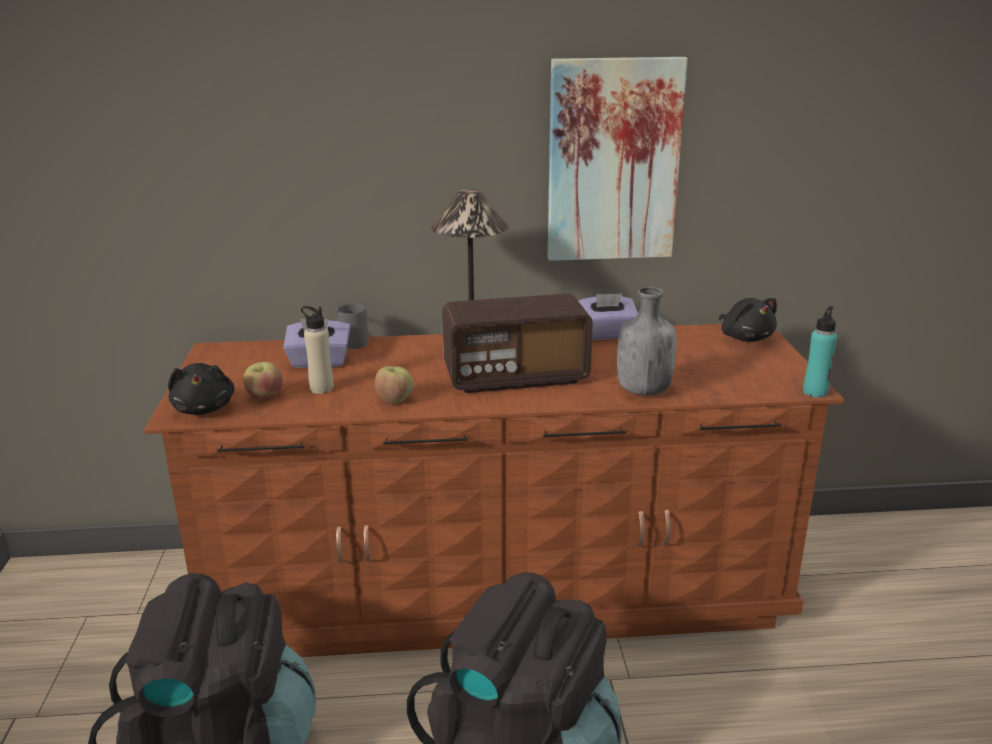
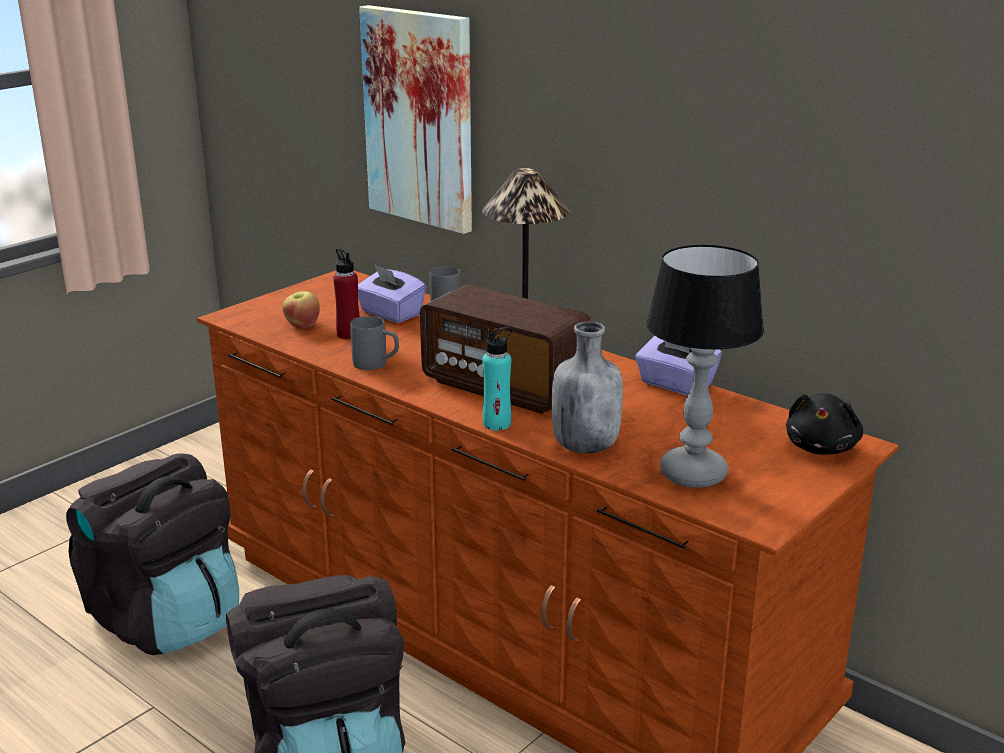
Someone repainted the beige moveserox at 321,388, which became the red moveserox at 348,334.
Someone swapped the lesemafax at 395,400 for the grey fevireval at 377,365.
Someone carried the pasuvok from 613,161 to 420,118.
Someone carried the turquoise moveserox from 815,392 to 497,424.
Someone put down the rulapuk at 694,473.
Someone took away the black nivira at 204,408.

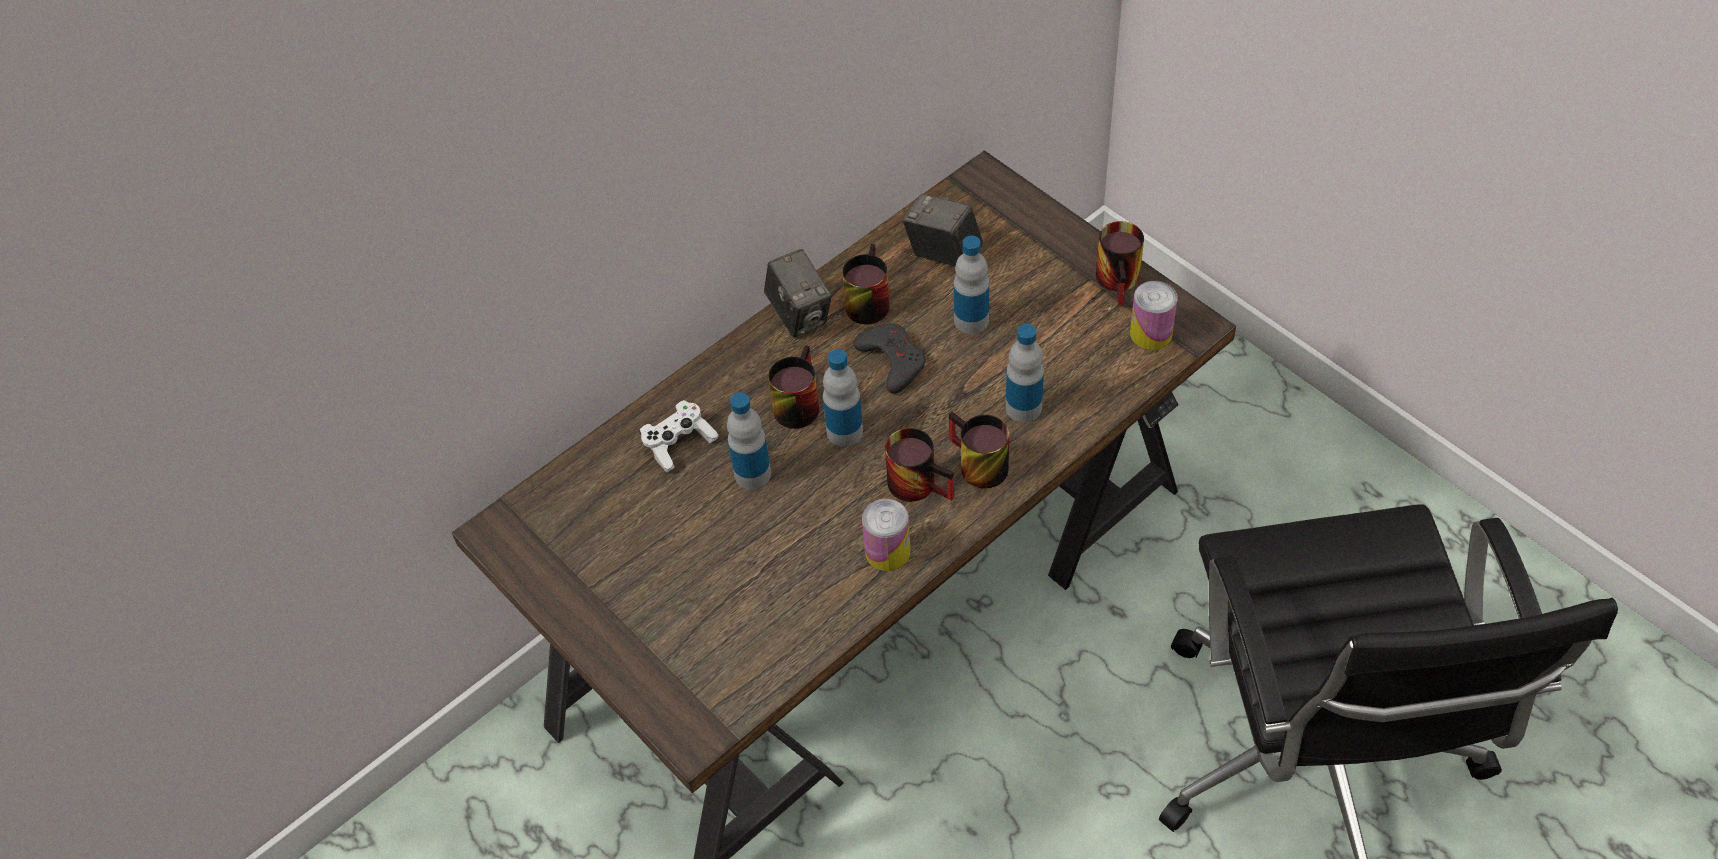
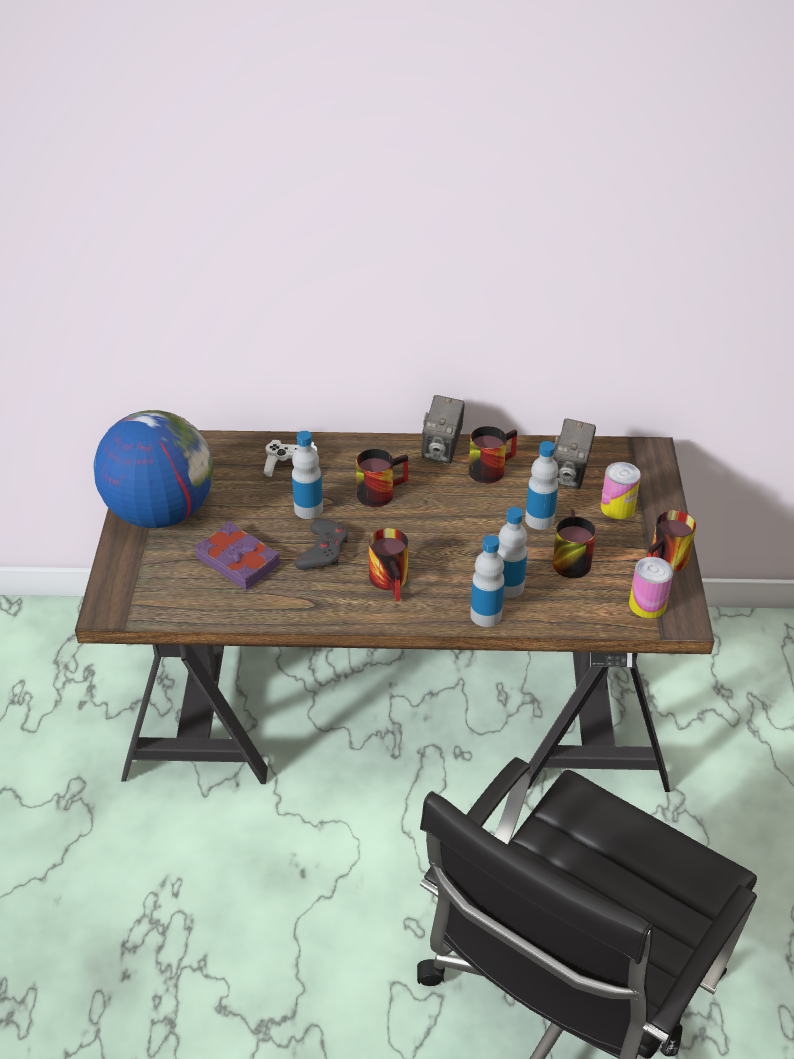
Someone put down the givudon at 161,512.
Someone put down the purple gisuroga at 239,560.
Someone carried the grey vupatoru from 892,360 to 323,550.
Someone carried the moveserox from 844,431 to 486,615.
Someone rotated the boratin at 943,254 by 150 degrees counterclockwise.
Someone carried the fevireval from 974,466 to 567,559.
Someone carried the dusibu from 887,551 to 617,507.

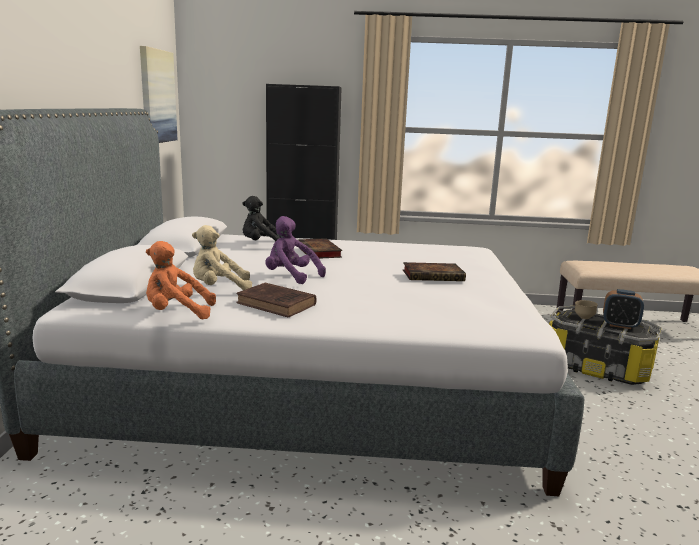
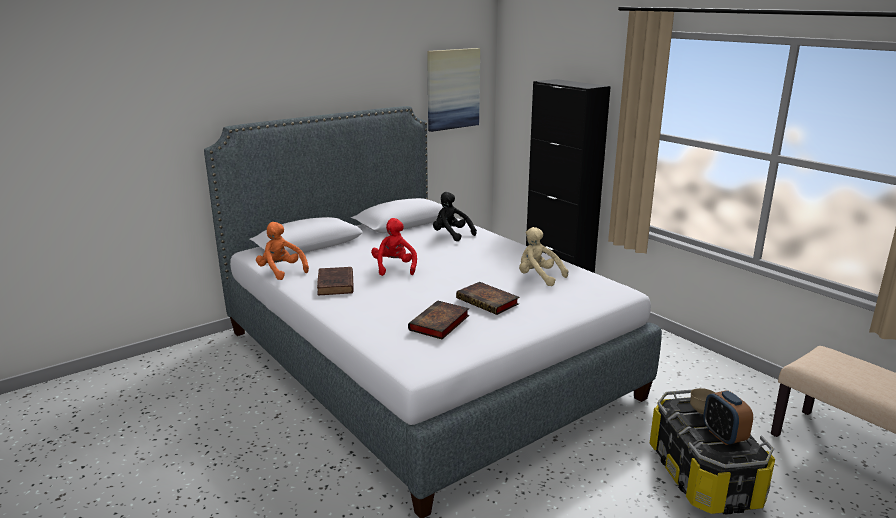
Someone repainted the purple nivira at 291,276, which became the red nivira at 394,268.
Someone carried the gisuroga from 319,252 to 439,324.
Someone carried the beige nivira from 219,289 to 538,277.

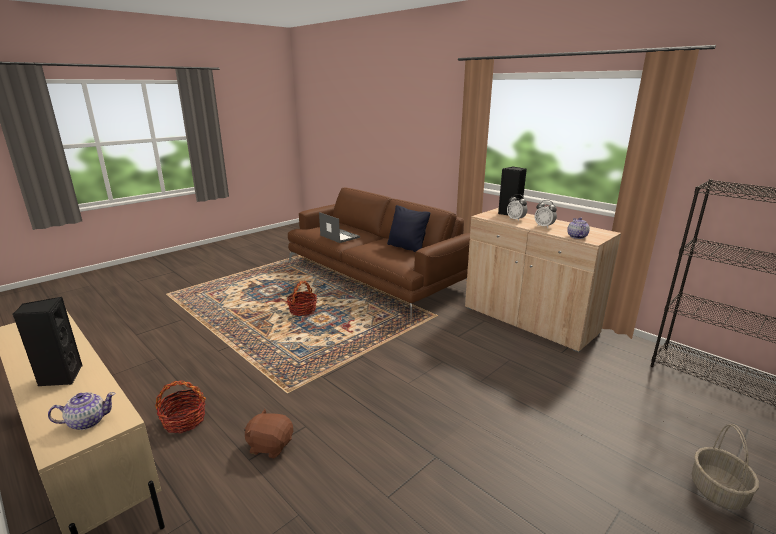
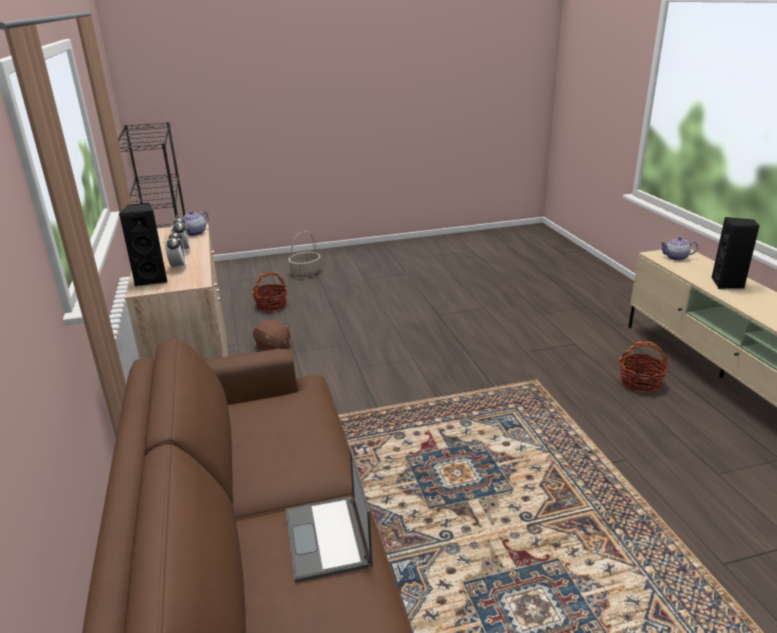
Someone carried the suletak from 302,310 to 271,305.
Someone carried the brown nivira from 270,445 to 273,348.
Someone took away the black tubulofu at 407,247.

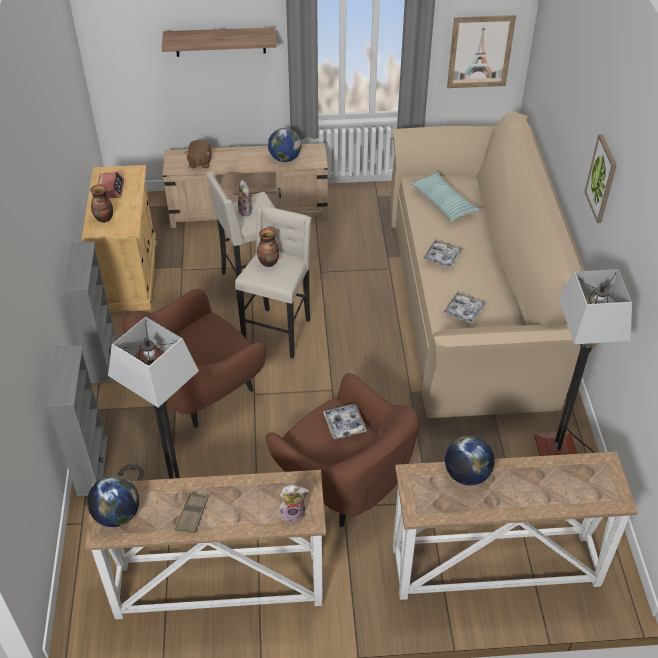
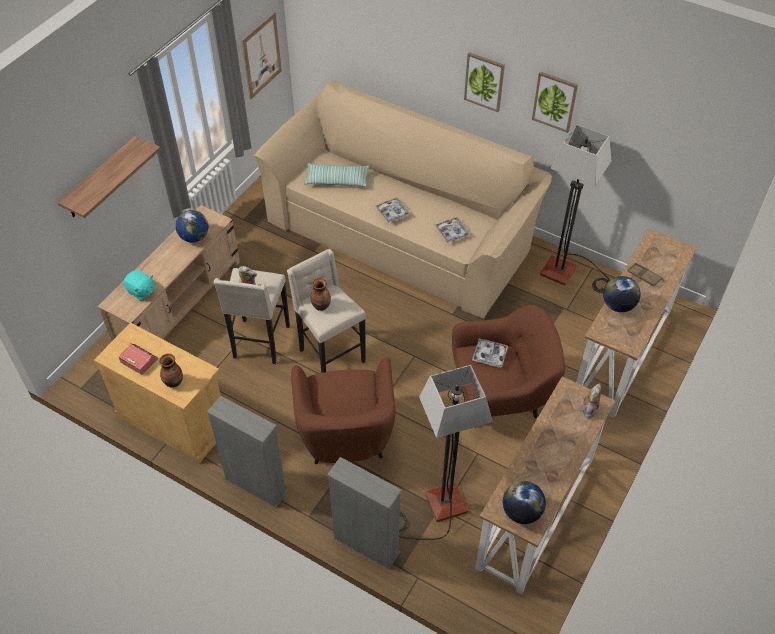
Someone repainted the brown nivira at 200,162, which became the turquoise nivira at 141,291.
Someone put up the pasuvok at 555,101.
Someone carried the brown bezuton from 192,515 to 644,276.

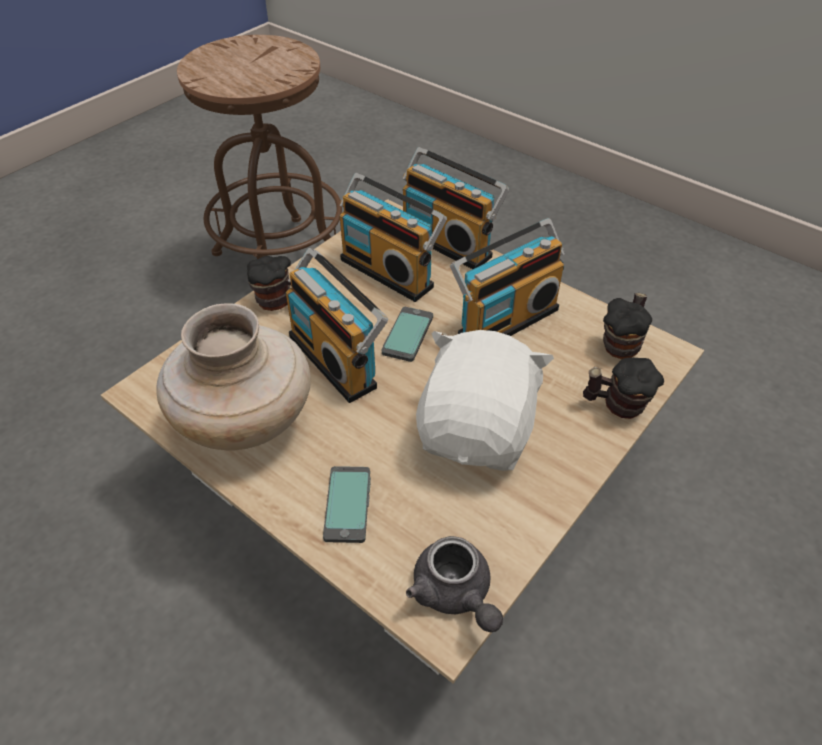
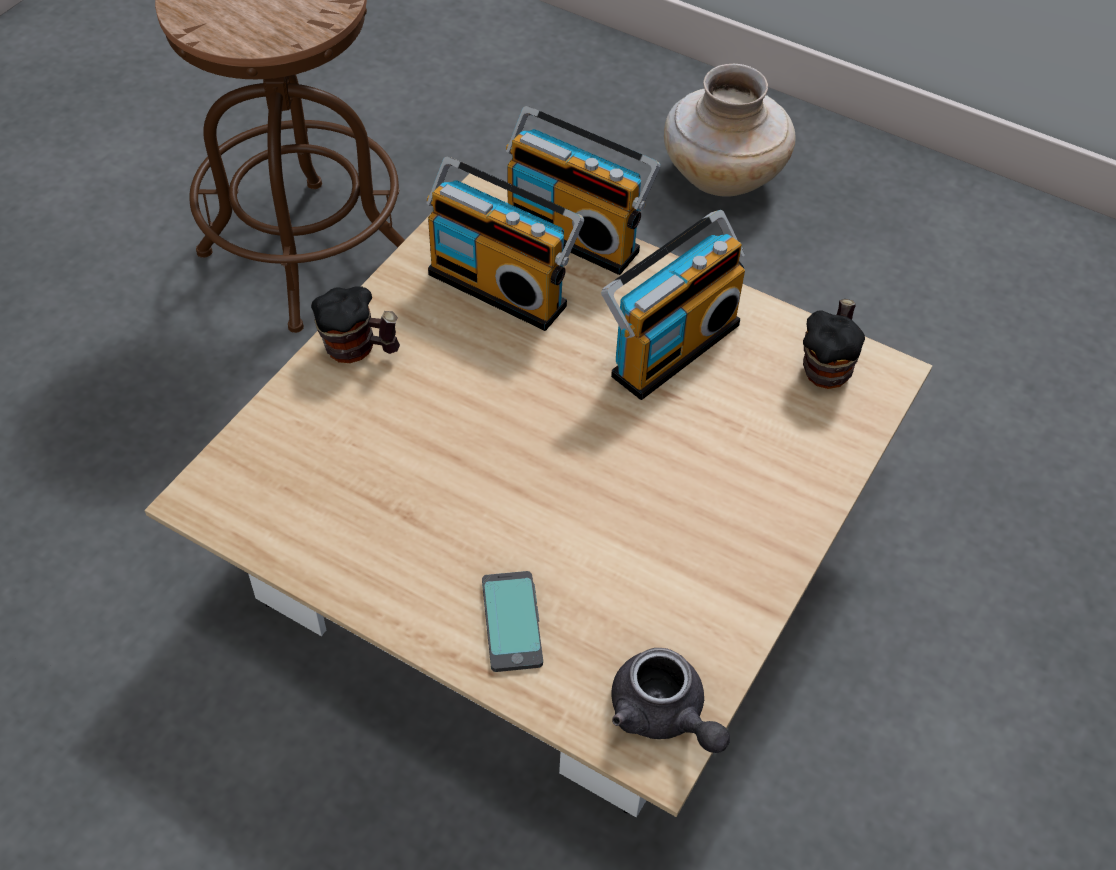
Someone carried the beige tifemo from 246,421 to 722,177.
Someone took away the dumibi at 337,359.
Someone took away the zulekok at 407,335.
Someone took away the white nivira at 478,431.
Someone took away the fevireval at 616,405.

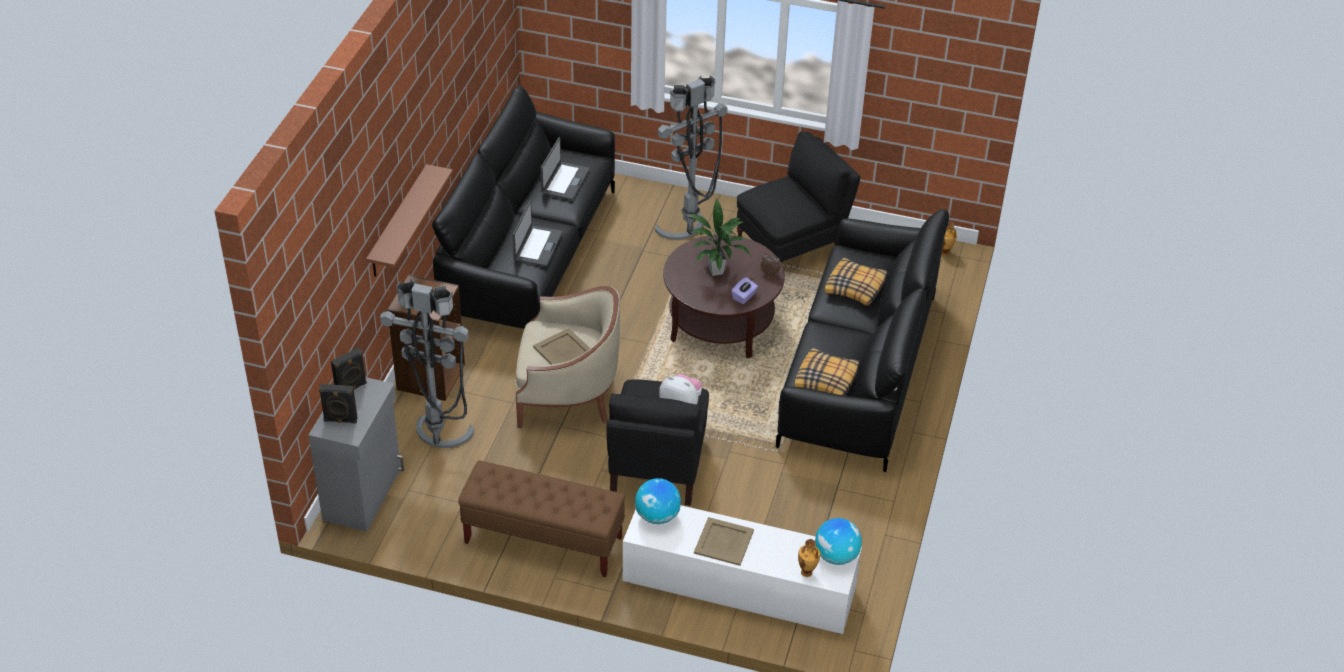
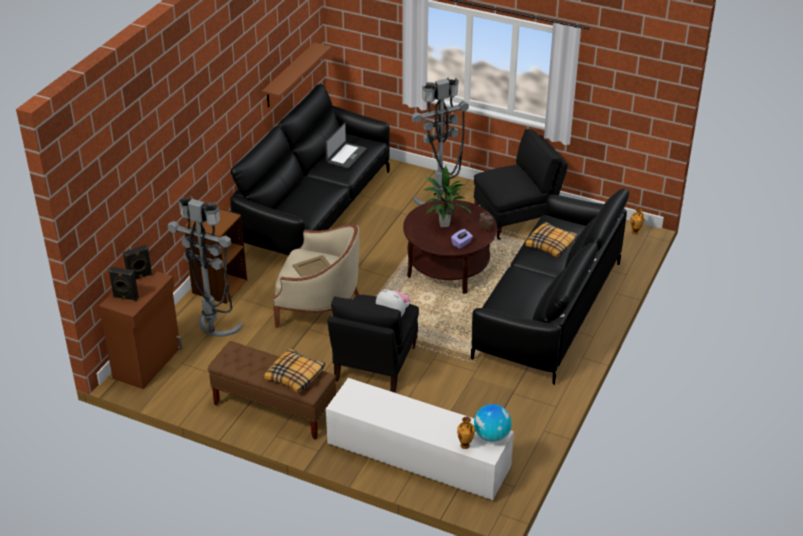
Someone repainted the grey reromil at 364,494, which became the brown reromil at 148,363.
Someone carried the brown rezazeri from 398,223 to 289,76.
Someone carried the tubulofu from 826,380 to 295,376.
Someone took away the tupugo at 537,246.
Someone took away the givudon at 657,516.
Someone took away the beige bezuton at 724,541.

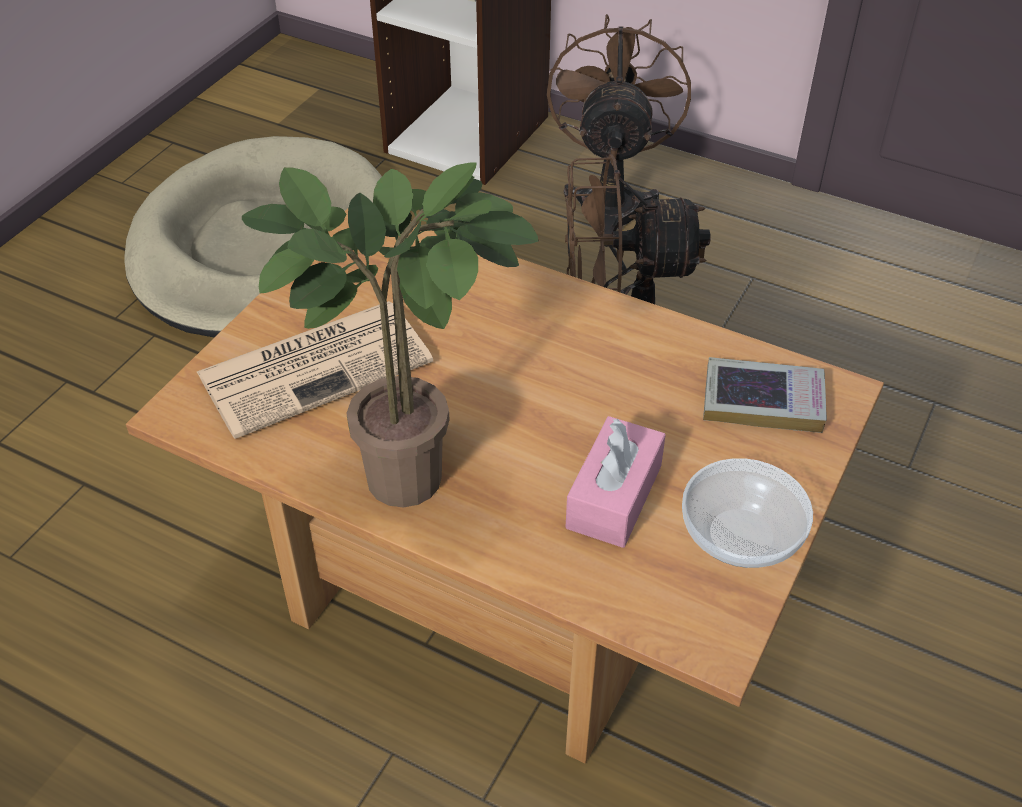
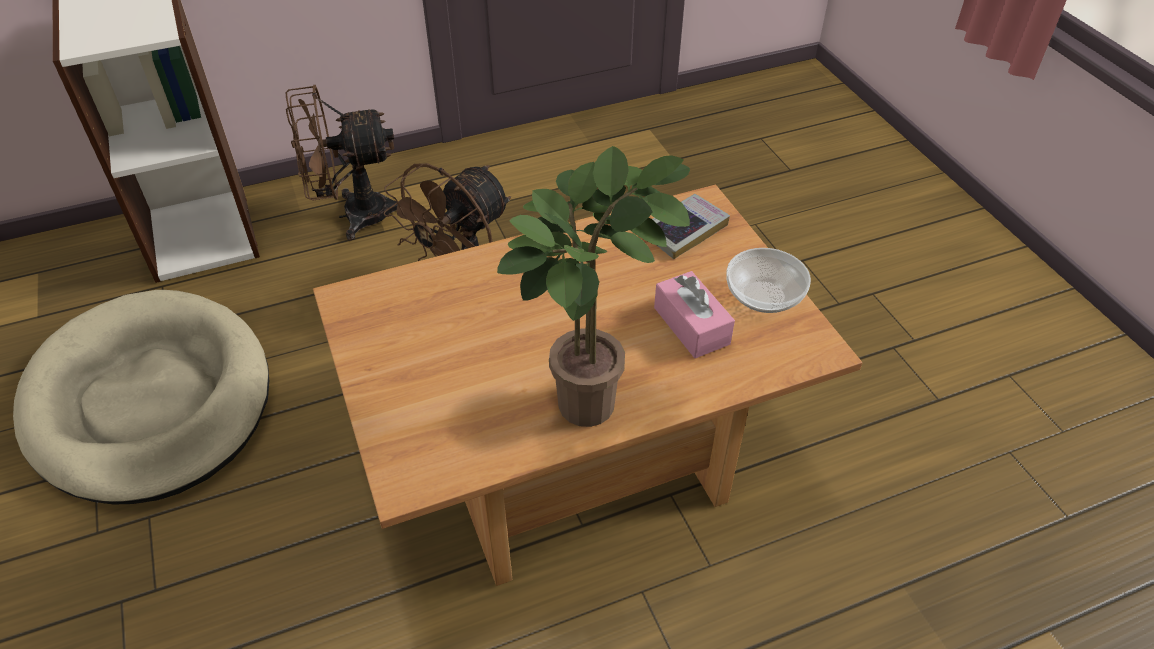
Someone rotated the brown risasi at 610,201 by 60 degrees counterclockwise.
Someone took away the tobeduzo at 317,366.

